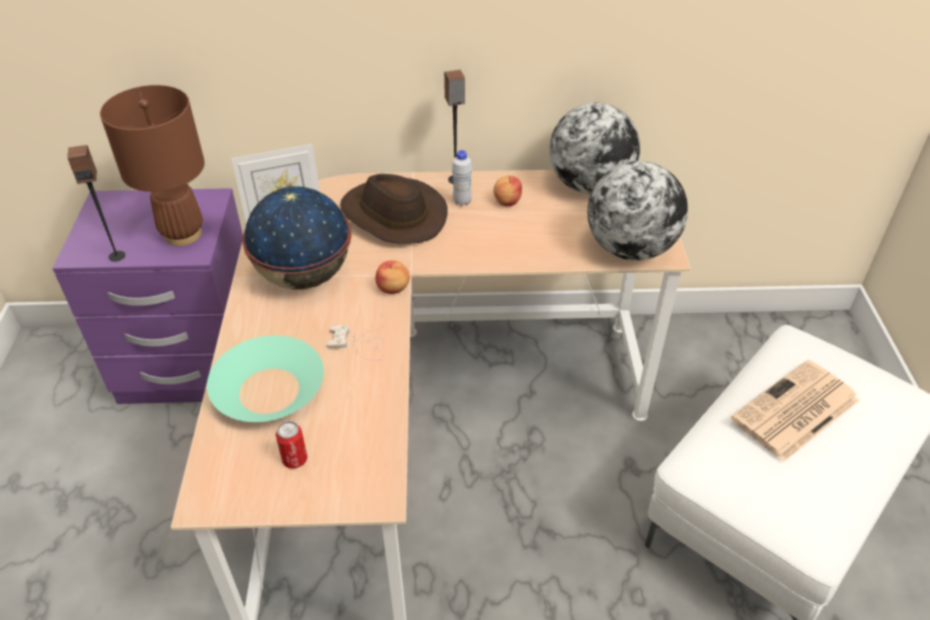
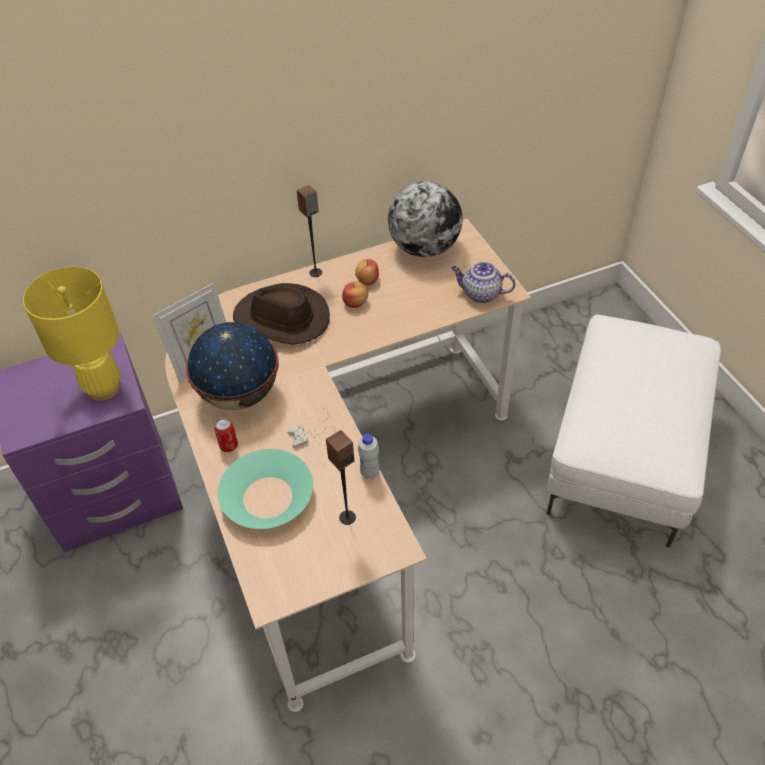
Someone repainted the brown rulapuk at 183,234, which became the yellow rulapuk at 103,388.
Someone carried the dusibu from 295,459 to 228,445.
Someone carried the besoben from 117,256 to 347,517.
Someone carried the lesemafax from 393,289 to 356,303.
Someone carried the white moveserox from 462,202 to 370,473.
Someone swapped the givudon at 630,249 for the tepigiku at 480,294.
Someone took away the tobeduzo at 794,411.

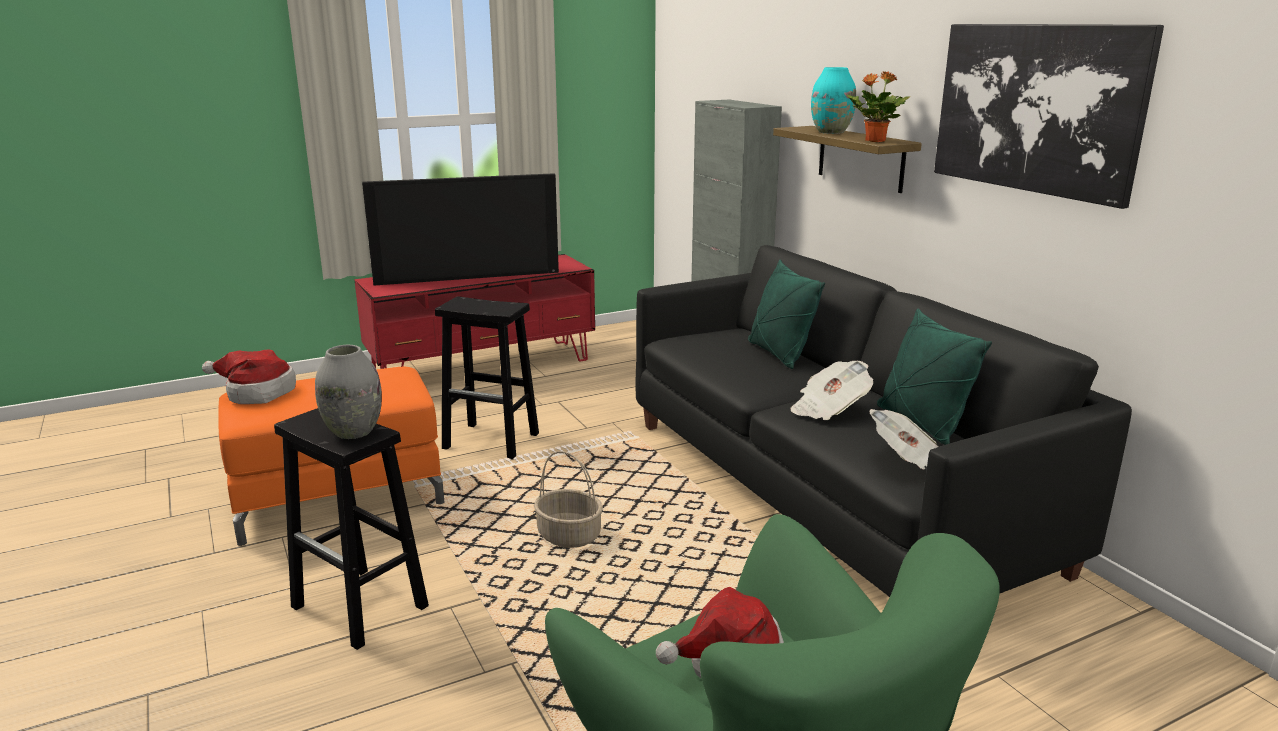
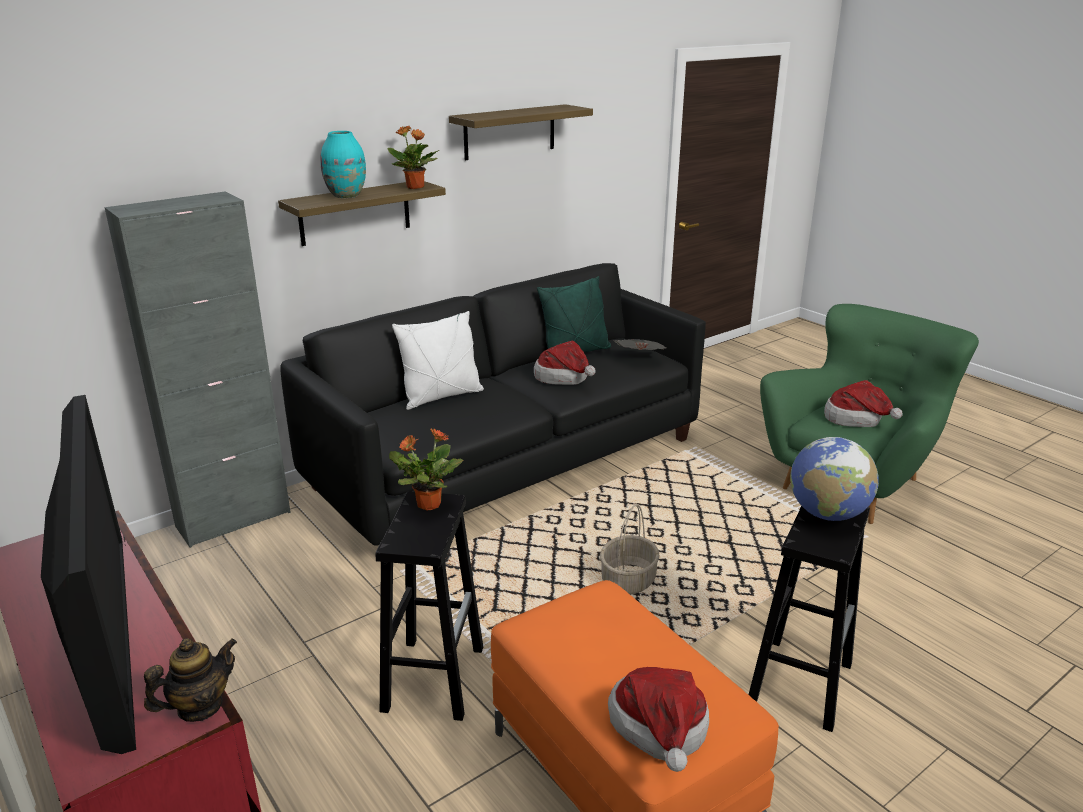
Someone put down the tepigiku at 199,707.
Someone put down the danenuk at 427,504.
Someone repainted the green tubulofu at 779,354, which became the white tubulofu at 441,396.
Someone swapped the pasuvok at 1036,108 for the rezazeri at 510,132.
Someone swapped the tobeduzo at 829,409 for the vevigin at 564,378.
Someone swapped the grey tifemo at 353,431 for the givudon at 827,514.

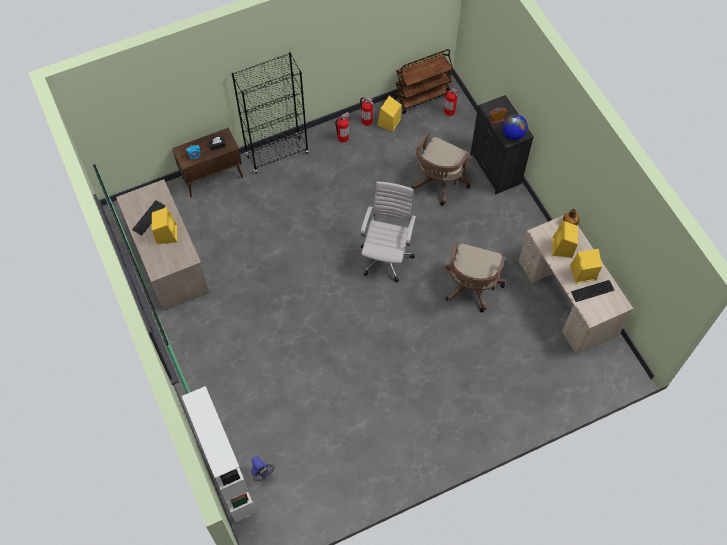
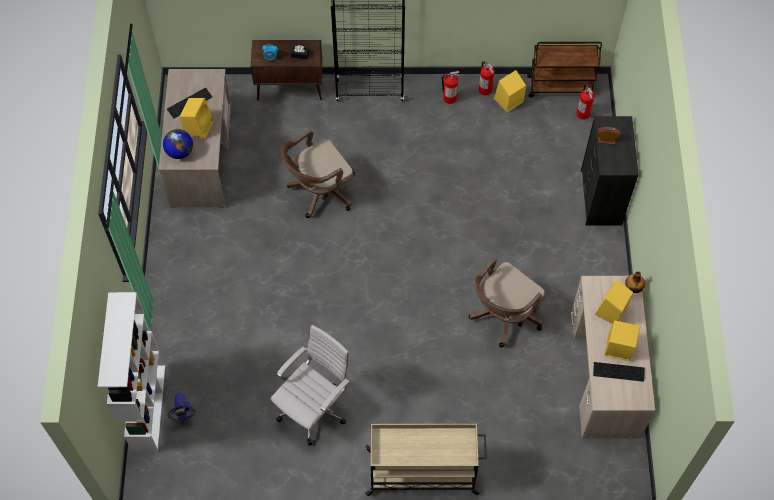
Someone carried the givudon from 513,134 to 180,152.
Someone carried the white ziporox from 386,256 to 314,408.
Someone carried the brown ziporox from 438,183 to 319,191.
Someone put down the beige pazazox at 423,472.

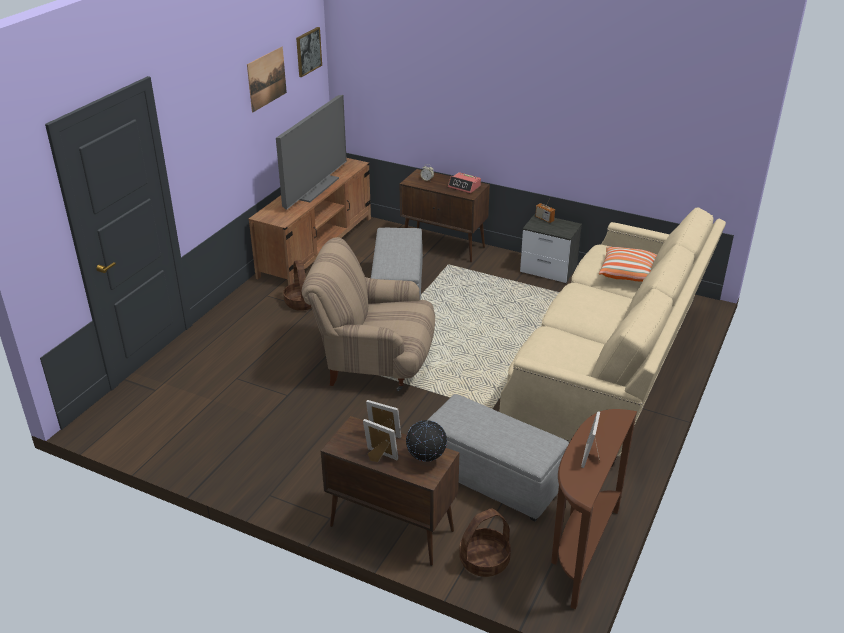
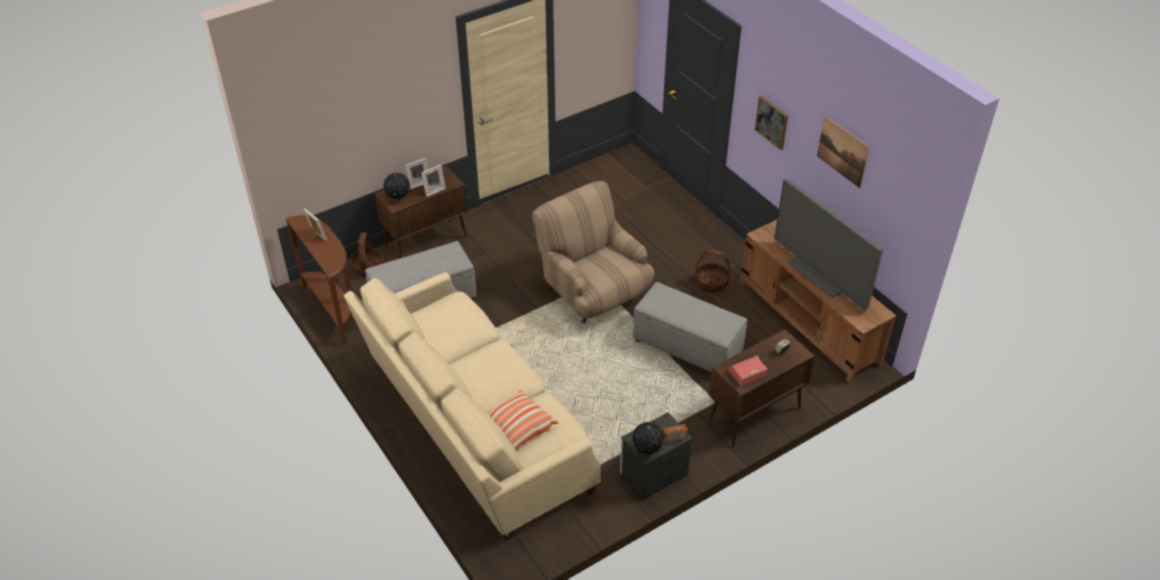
Someone rotated the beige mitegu at 374,364 by 75 degrees counterclockwise.
Someone put down the givudon at 647,451.
Someone carried the pasuvok from 308,51 to 772,122.

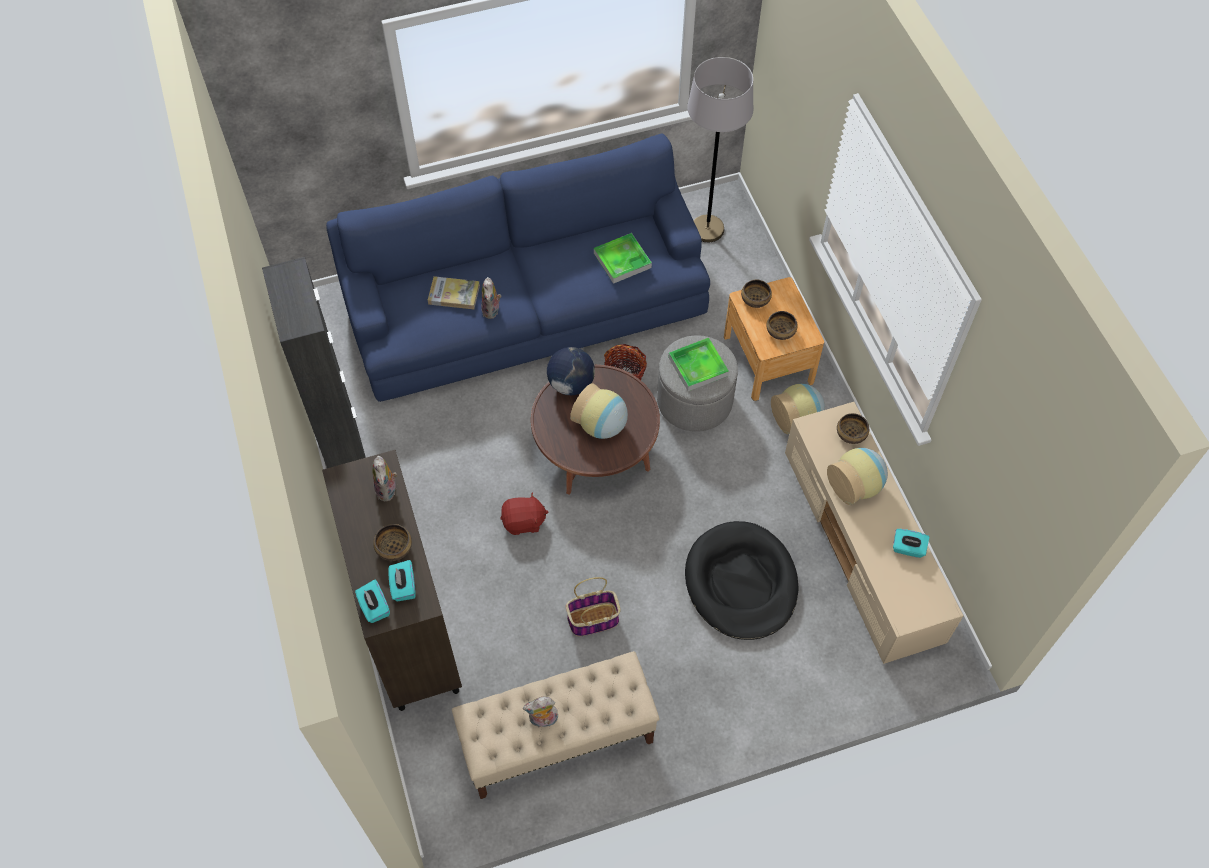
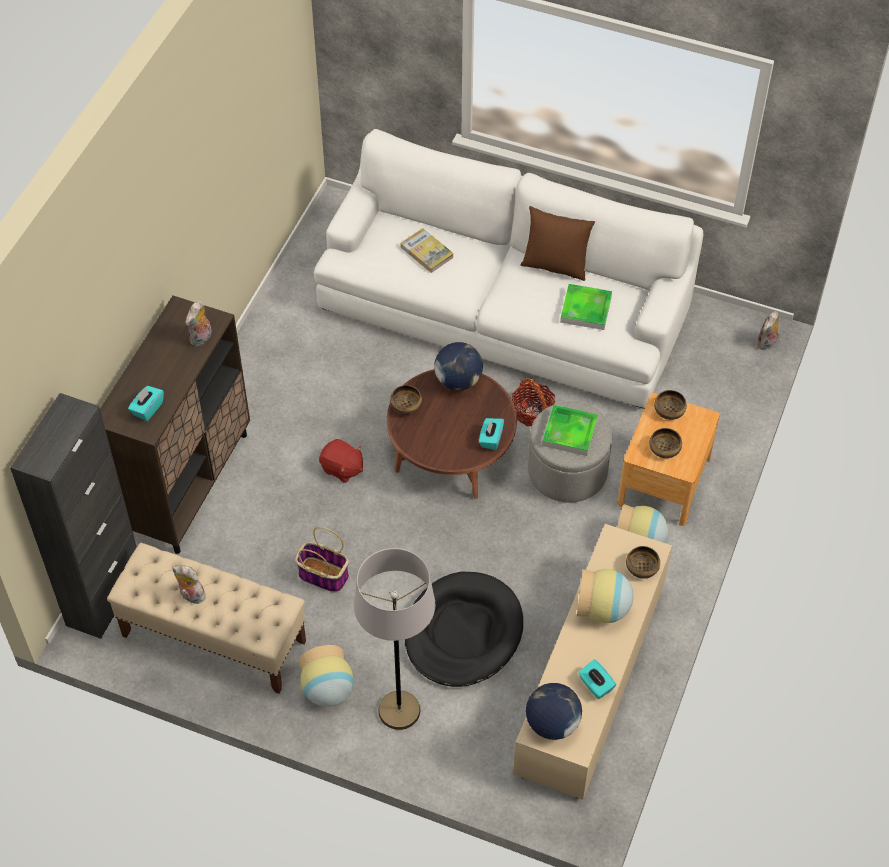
Someone carried the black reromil from 345,452 to 104,596.
Someone carried the tifemo from 602,426 to 328,691.
Someone repainted the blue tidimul at 526,308, which became the white tidimul at 503,311.
Someone carried the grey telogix from 707,229 to 399,711.
Someone carried the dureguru from 393,547 to 406,405.
Someone carried the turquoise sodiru from 374,607 to 491,439.
Someone put down the brown tubulofu at 555,265.
Someone put down the givudon at 552,724.
Someone carried the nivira from 492,310 to 767,344.

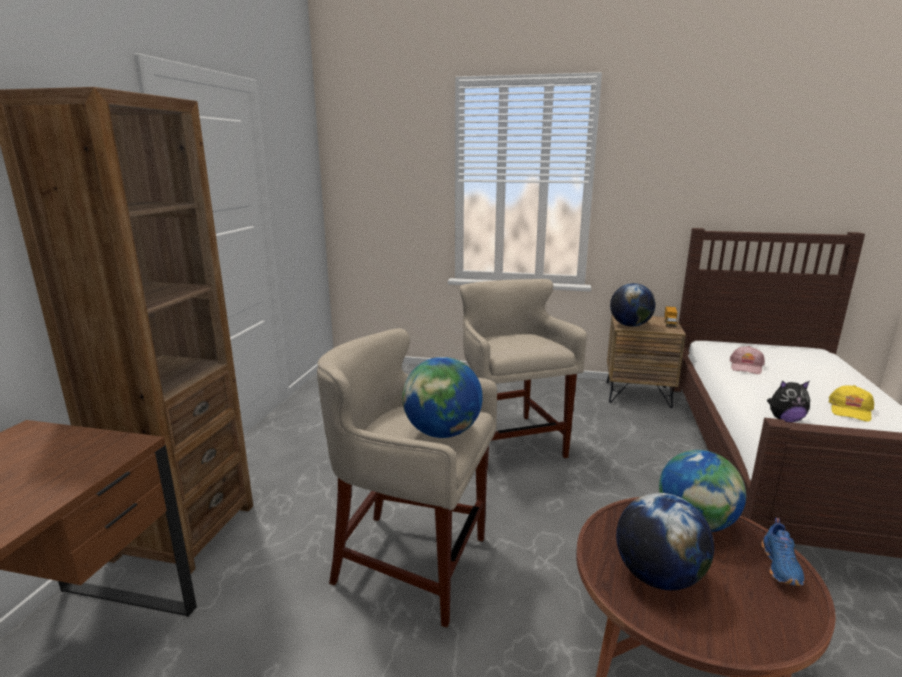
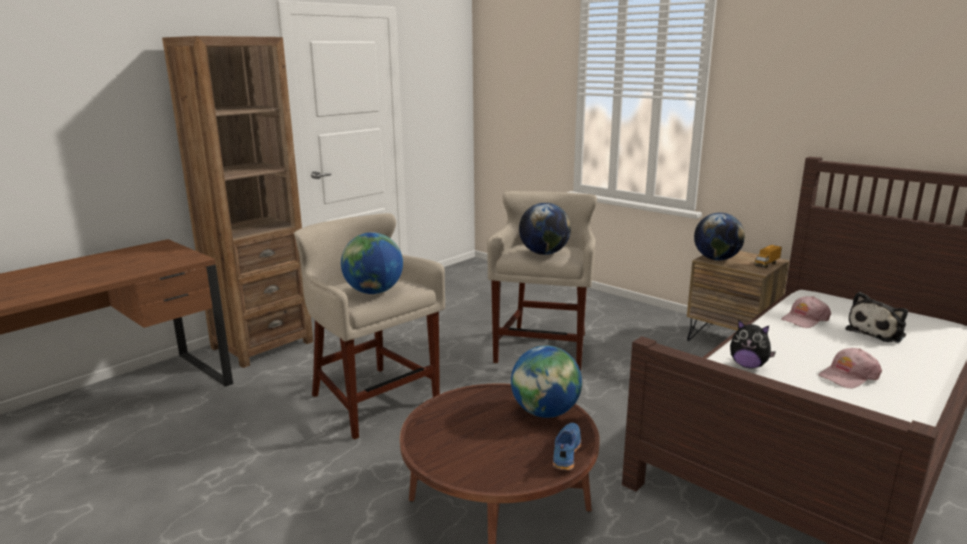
Someone carried the givudon from 658,577 to 544,253.
Someone rotated the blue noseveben at 782,566 by 150 degrees clockwise.
Someone repainted the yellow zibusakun at 850,410, which became the pink zibusakun at 848,376.
Someone put down the nivira at 877,332.

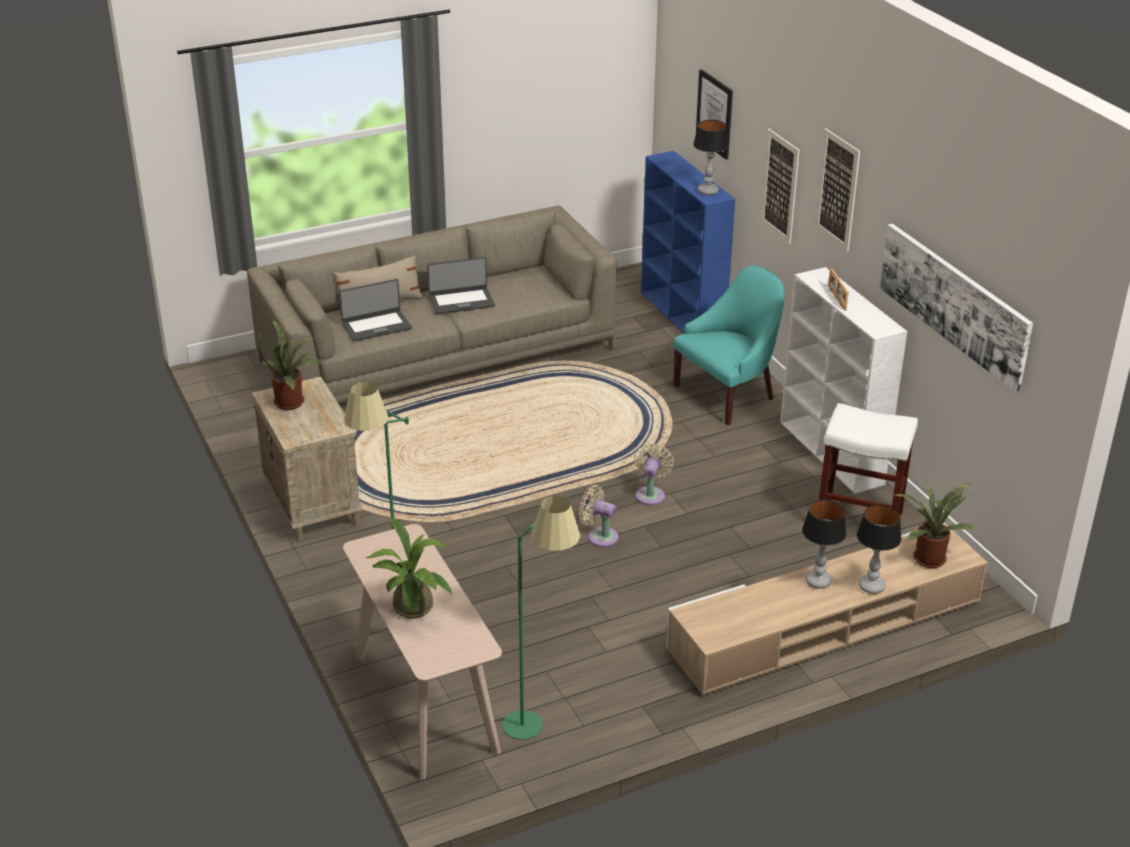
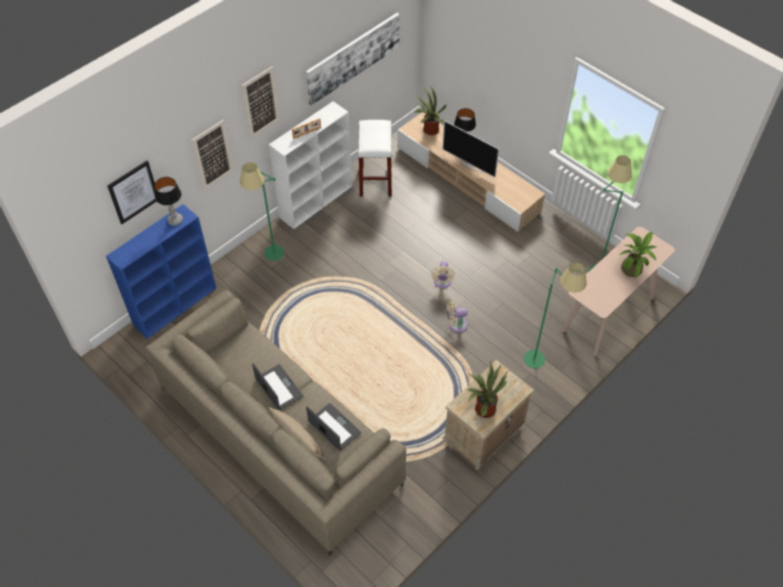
Someone swapped the turquoise mitegu at 728,394 for the green telogix at 270,259.
Someone swapped the rulapuk at 818,581 for the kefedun at 469,165.
Someone carried the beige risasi from 651,494 to 456,325.

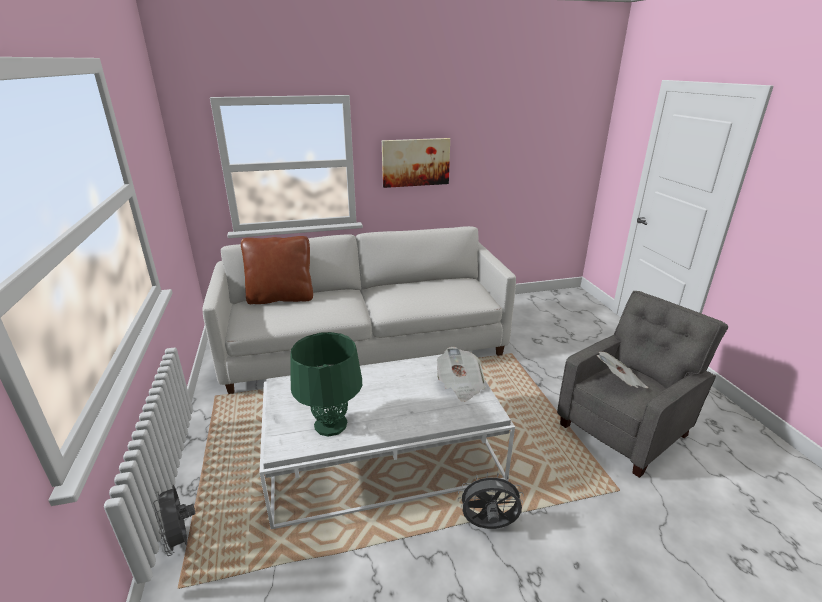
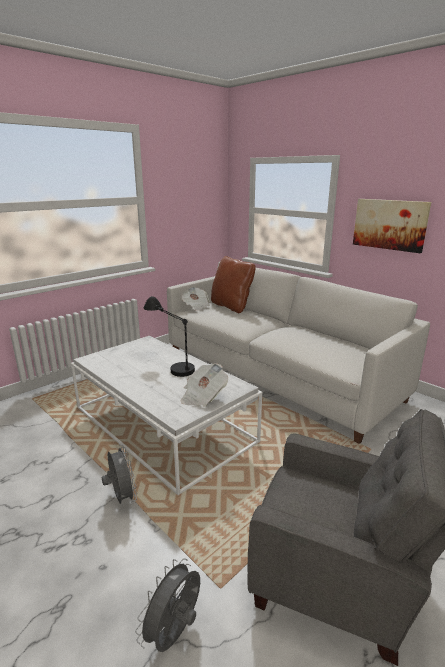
Someone carried the grey risasi from 180,539 to 175,633.
Someone put down the black rulapuk at 170,363.
Someone carried the tobeduzo from 619,382 to 195,306.
Someone took away the green rulapuk at 331,425.

